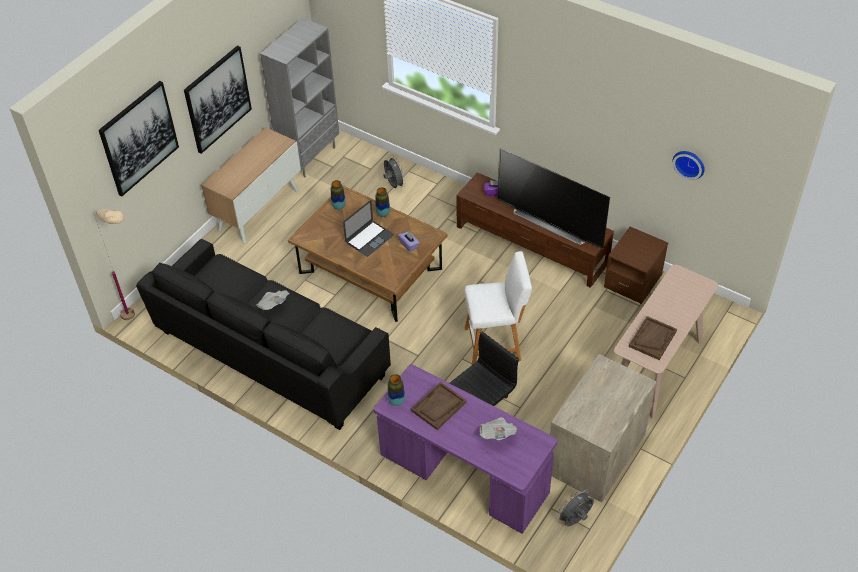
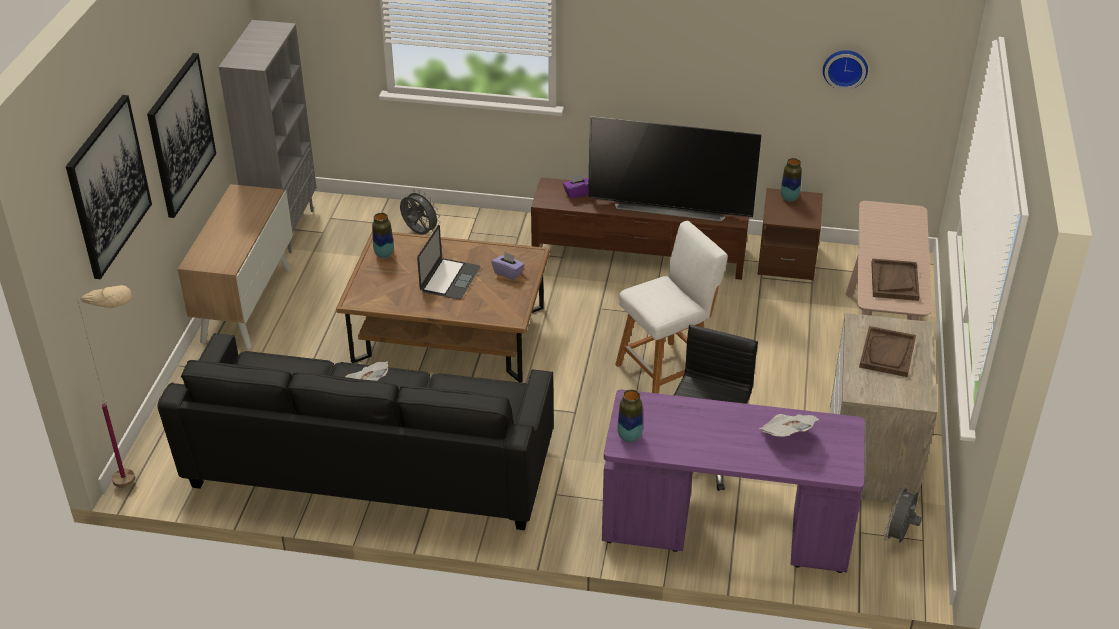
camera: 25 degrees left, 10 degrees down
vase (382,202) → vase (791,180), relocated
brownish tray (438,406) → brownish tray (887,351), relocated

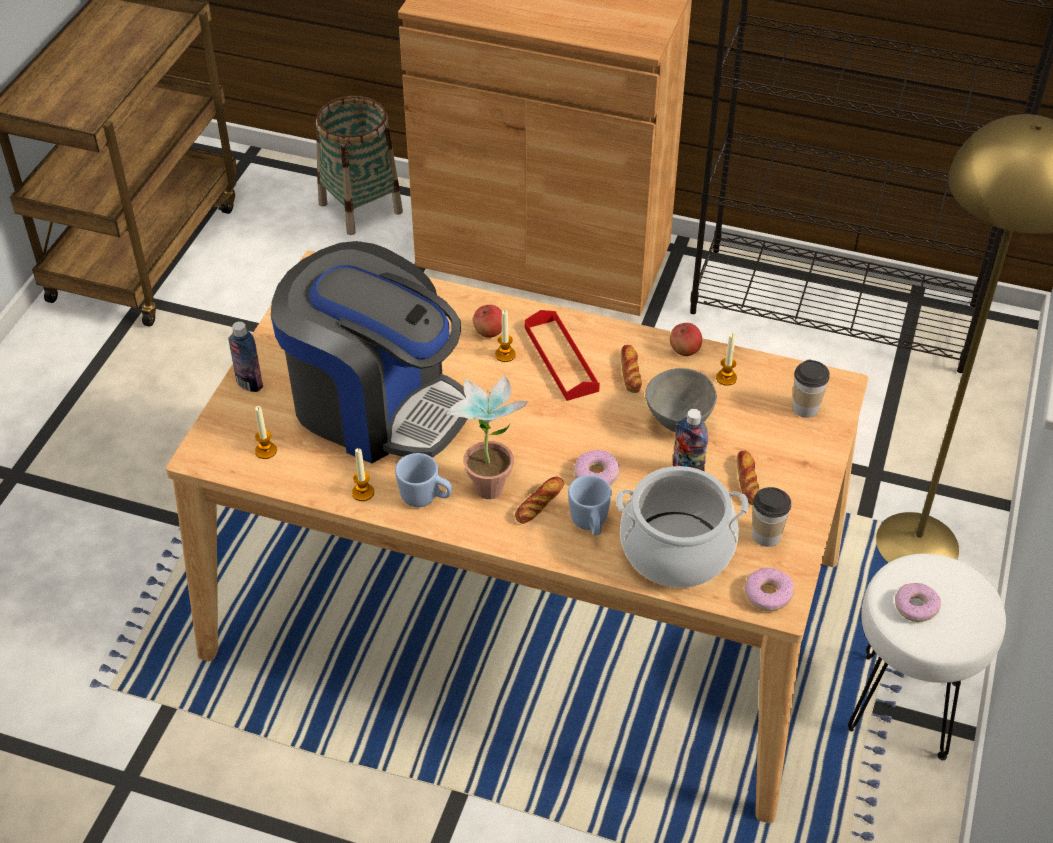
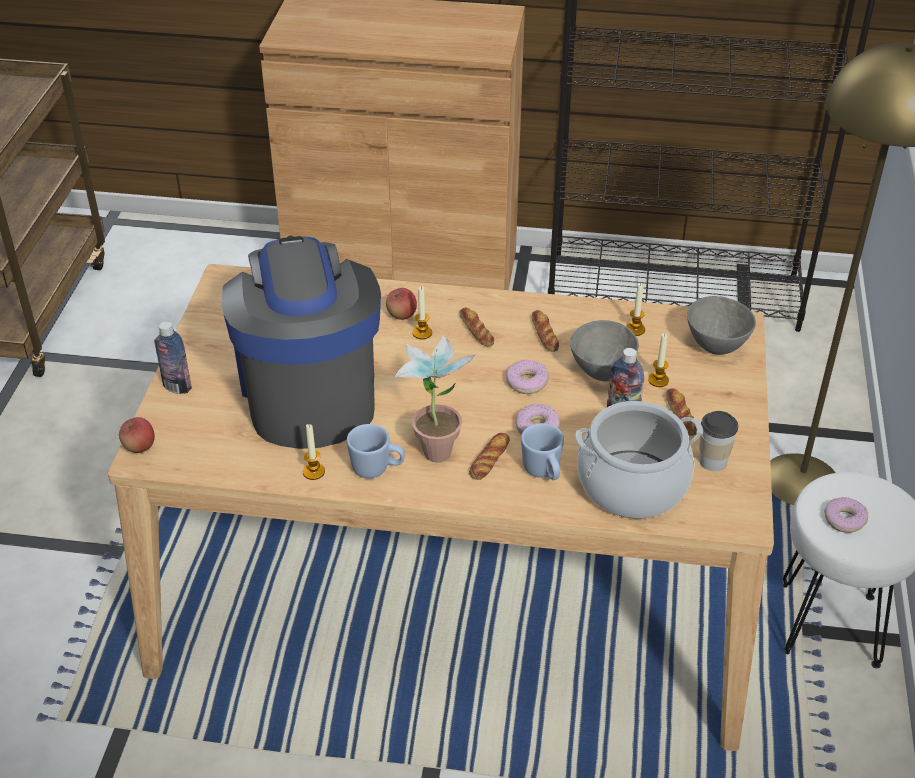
camera: 10 degrees left, 5 degrees down
household basket (359,165) → -
coffee machine (369,352) → coffee machine (301,342), 120 degrees counterclockwise
red-coloured tray (562,355) → bread (476,327)
apple (686,339) → apple (137,435), relocated
drinking cup (811,389) → grey deep dish (721,325)
candle (266,432) → candle (658,360), relocated
donut (769,589) → donut (527,377), relocated

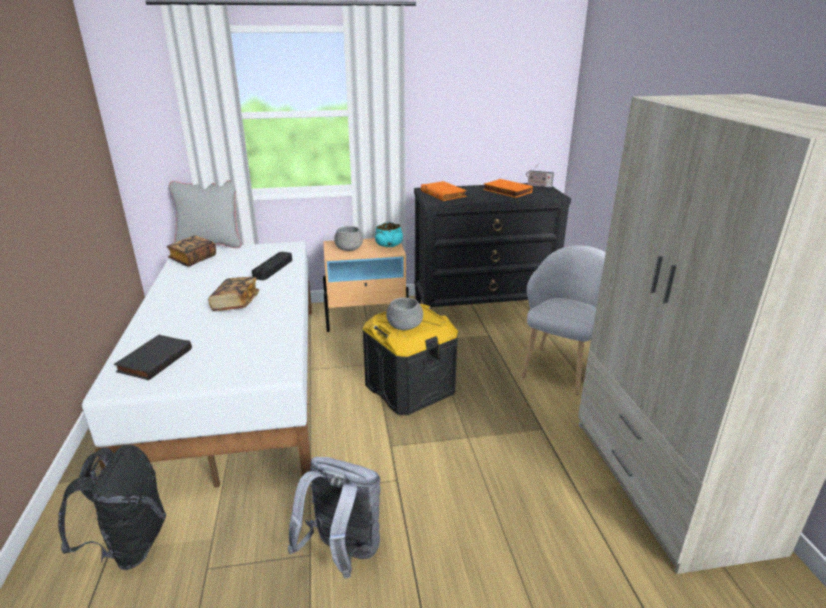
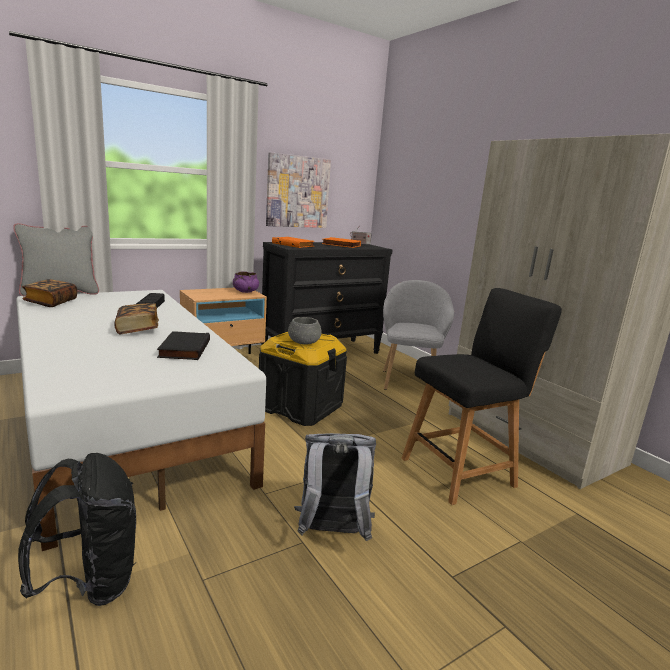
camera: 25 degrees left, 10 degrees down
turquoise deep dish (389,234) → purple-coloured deep dish (246,282)
grey deep dish (348,238) → -
black bound book (153,357) → black bound book (183,345), relocated
- → wall art (298,190)
- → black upright chair (482,396)

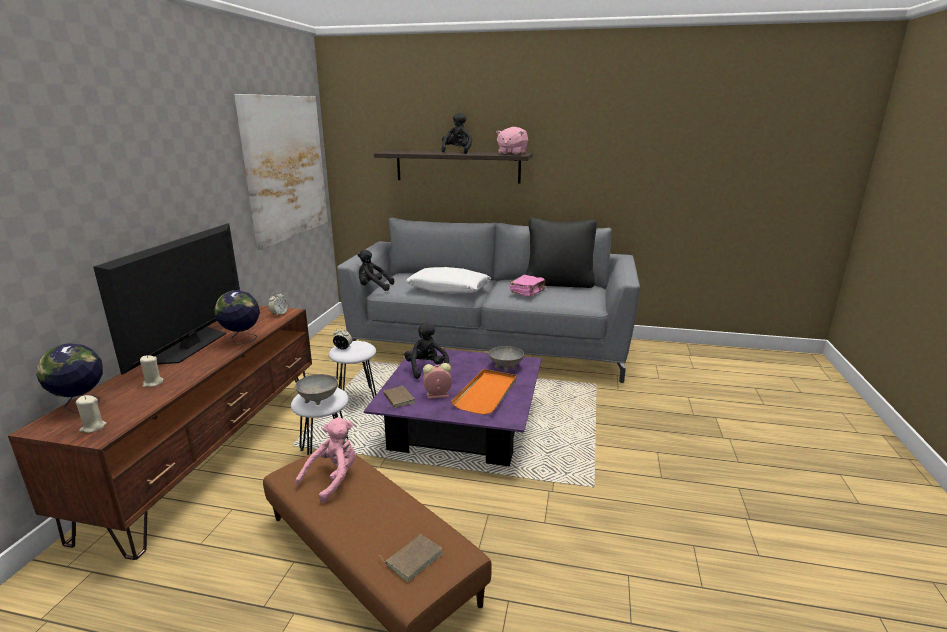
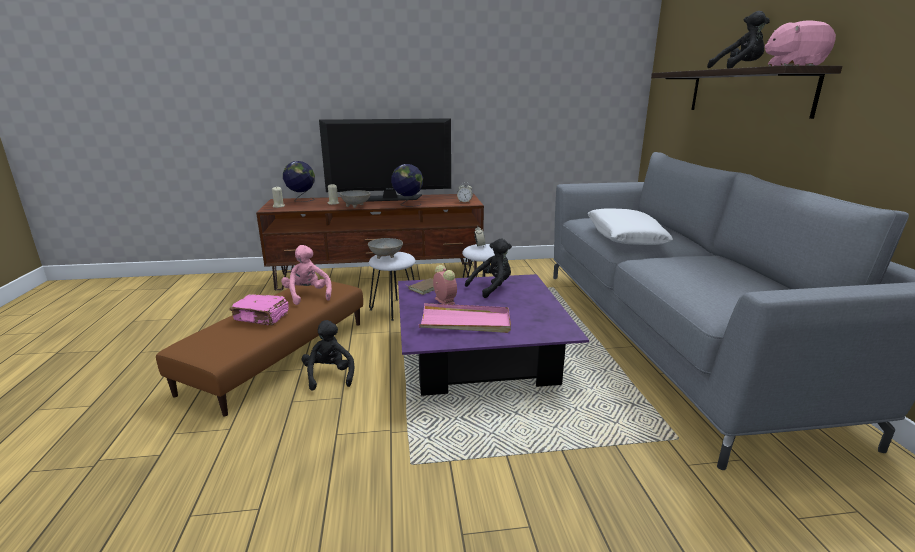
camera: 70 degrees right, 0 degrees up
wall art (281,172) → -
black pillow (561,253) → -
black cuddly toy (376,270) → black cuddly toy (328,355), relocated
pinkish bound book (527,286) → pinkish bound book (259,310), relocated
grey deep dish (506,359) → grey deep dish (355,199), relocated
orange-coloured tray (484,392) → pinkish tray (465,318)
pinkish cuddly toy (325,460) → pinkish cuddly toy (306,275), 135 degrees counterclockwise
brownish bound book (410,558) → -

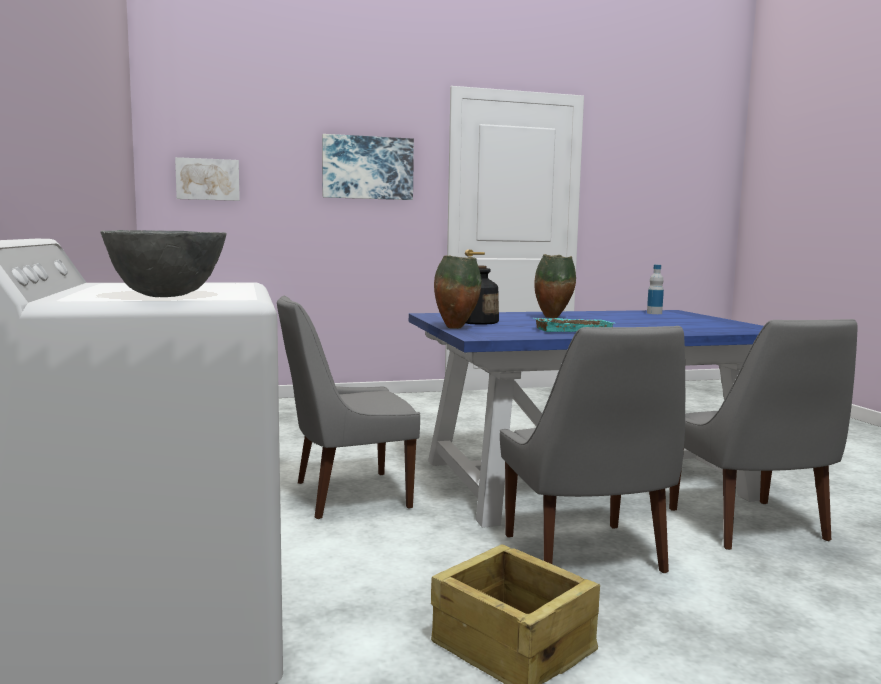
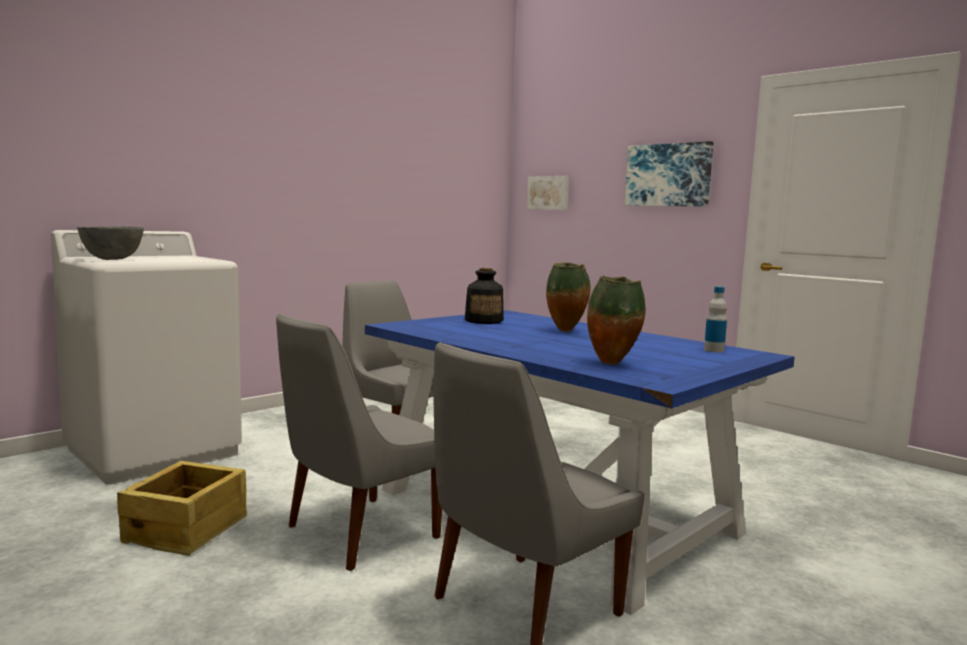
camera: 60 degrees right, 0 degrees up
vase (457,292) → vase (616,320), relocated
turquoise tray (574,325) → -

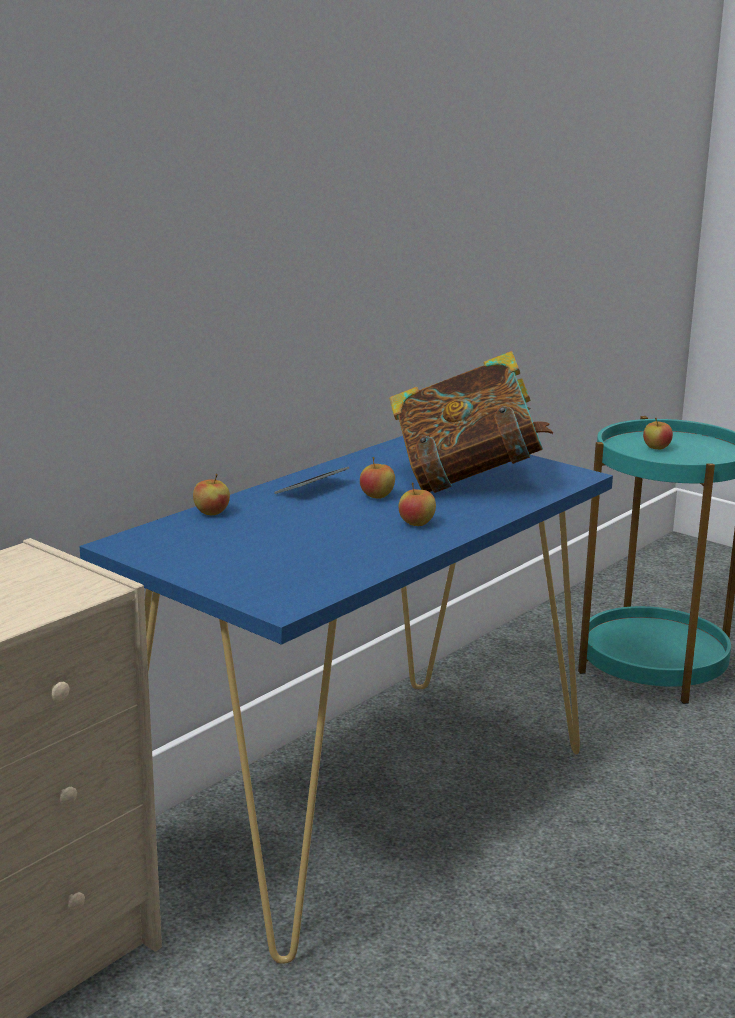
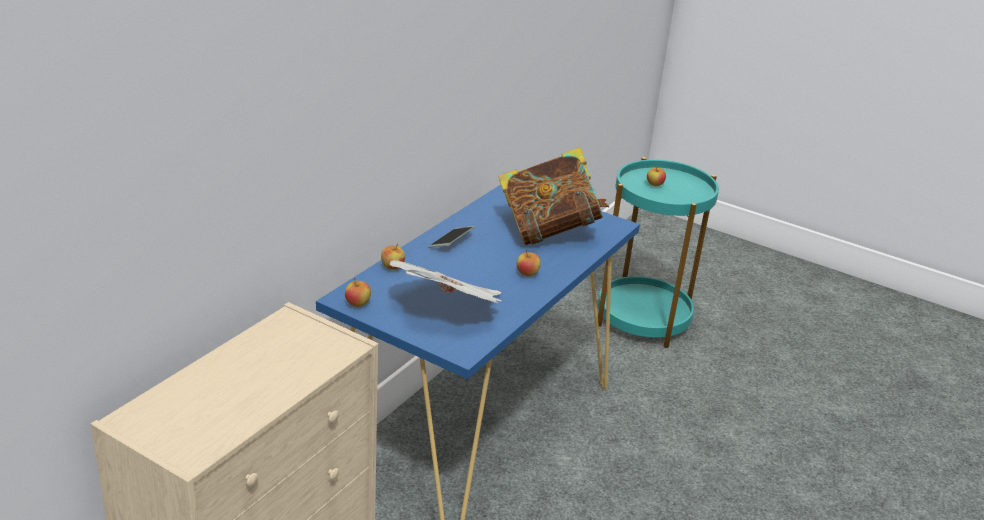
camera: 10 degrees left, 10 degrees up
apple (377,477) → apple (358,292), relocated
- → newspaper (445,281)

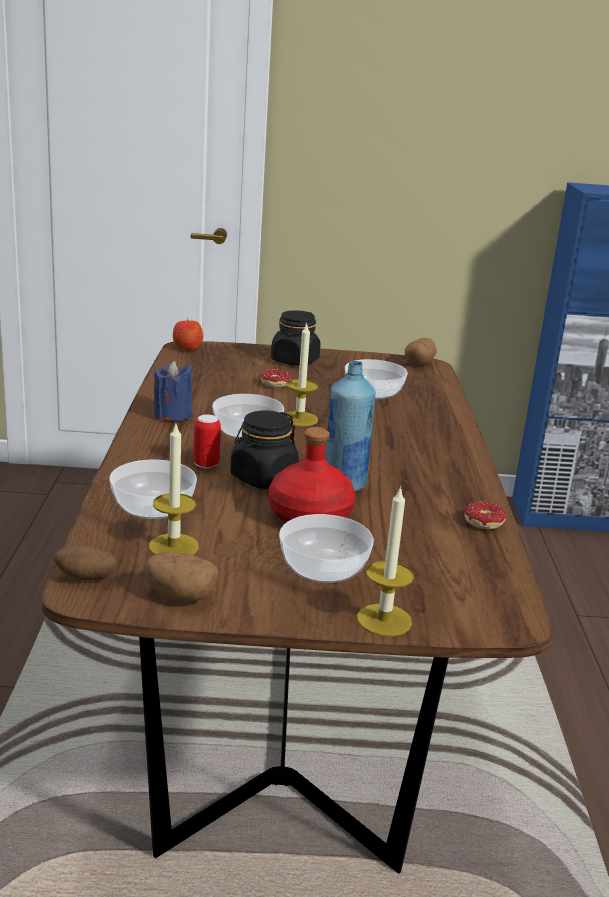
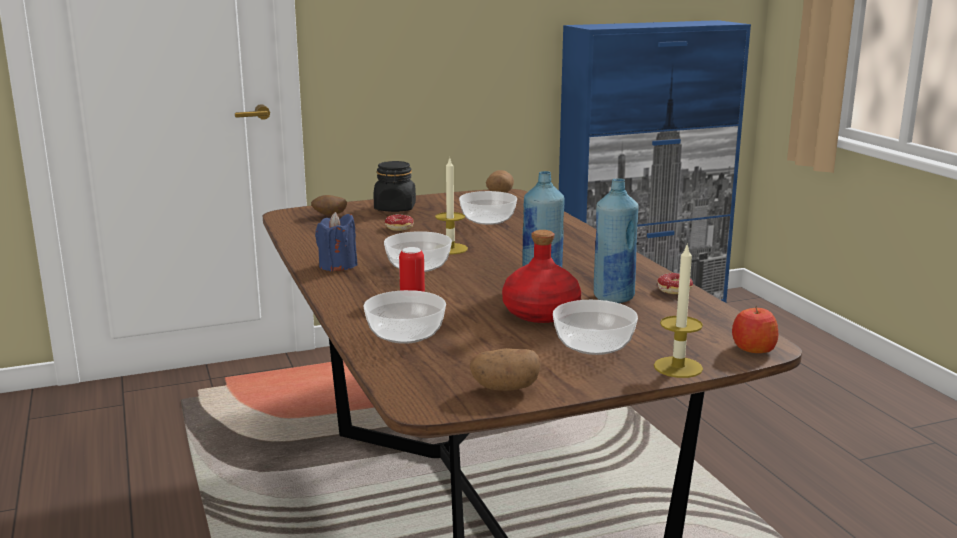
camera: 20 degrees left, 5 degrees down
apple (188,334) → apple (755,329), relocated
black storage jar (264,449) → -
candle (174,488) → -
whole potato (85,562) → whole potato (329,205), relocated
- → blue drink bottle (616,241)

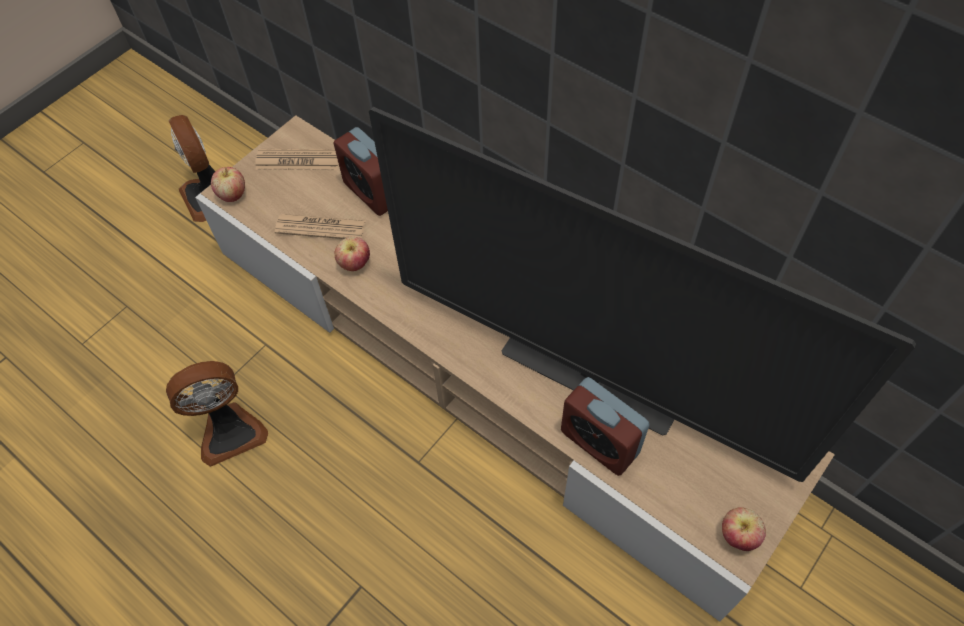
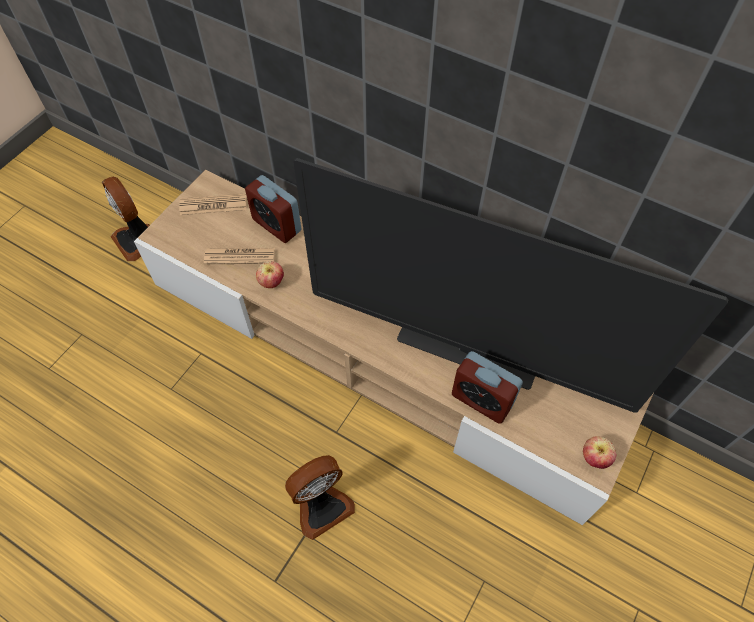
camera: 10 degrees left, 0 degrees up
apple (228,184) → -
cooling fan (217,414) → cooling fan (320,497), relocated

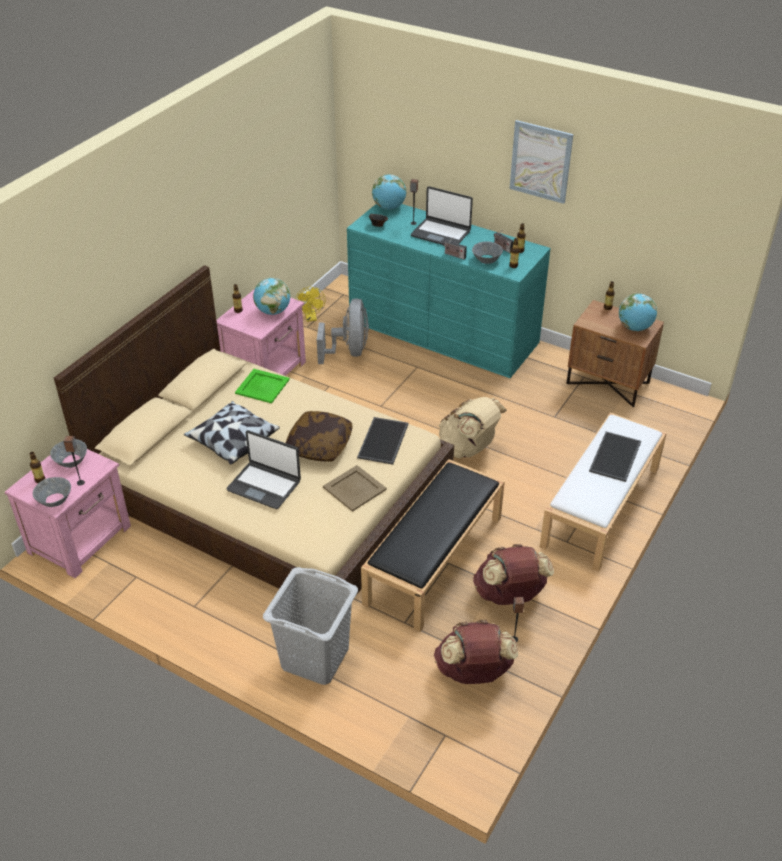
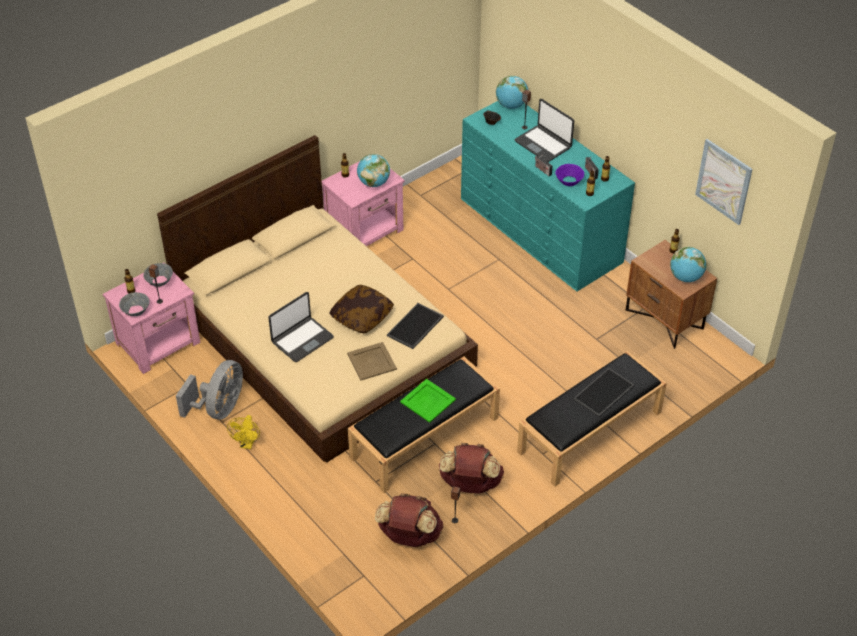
camera: 20 degrees right, 5 degrees up
wall art (541,162) → wall art (723,182), relocated
grey deep dish (487,253) → purple-coloured deep dish (569,175)
yellow-coloured cooling fan (310,304) → yellow-coloured cooling fan (243,432), relocated
grey cooling fan (343,331) → grey cooling fan (209,390), relocated
green-coloured tray (262,386) → green-coloured tray (428,401), relocated
beige-coloured rucksack (472,427) → -
pillow (232,433) → -
whitish indoor bench (603,492) → black indoor bench (592,418)
notebook computer (264,469) → notebook computer (301,327), 90 degrees counterclockwise
grey hamper (310,626) → -

